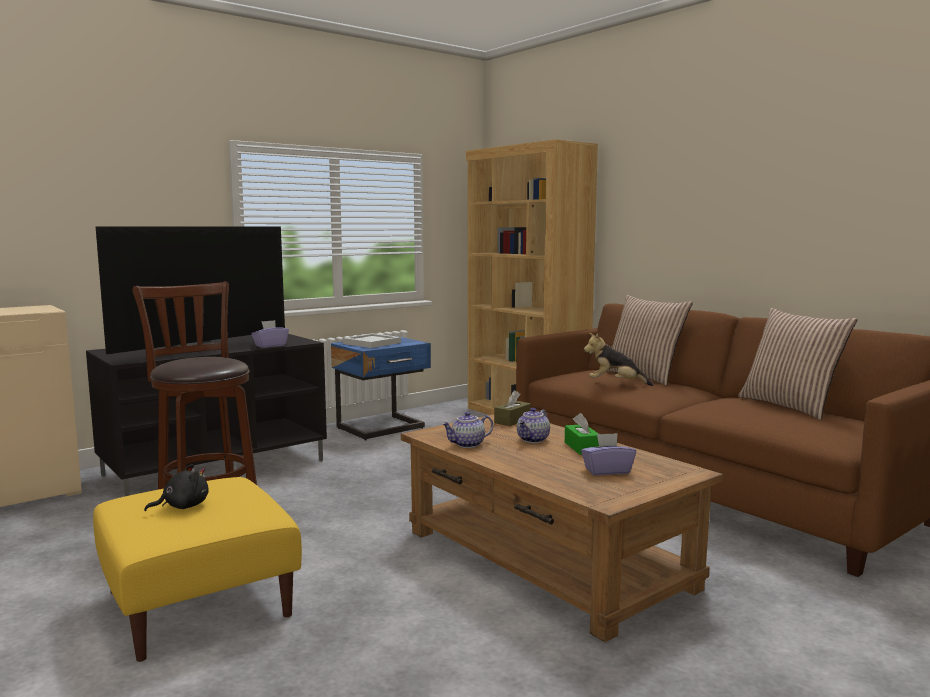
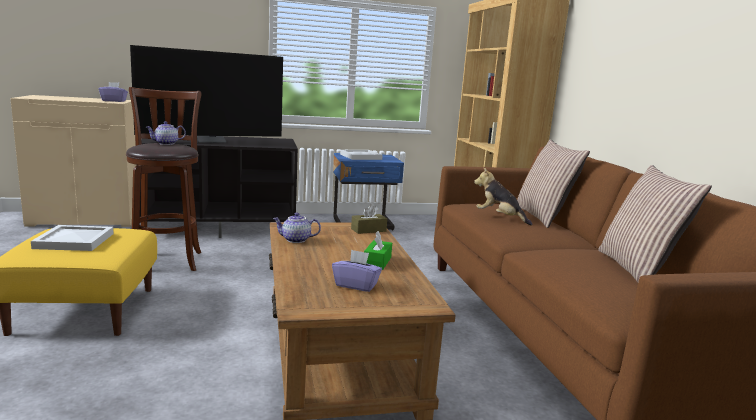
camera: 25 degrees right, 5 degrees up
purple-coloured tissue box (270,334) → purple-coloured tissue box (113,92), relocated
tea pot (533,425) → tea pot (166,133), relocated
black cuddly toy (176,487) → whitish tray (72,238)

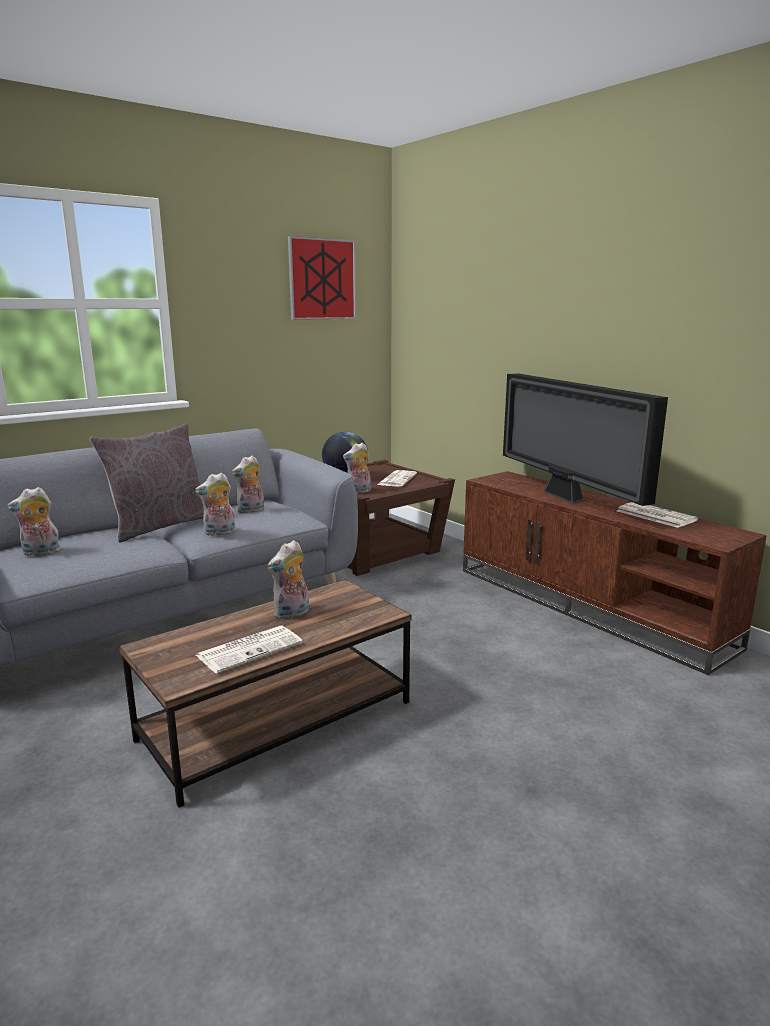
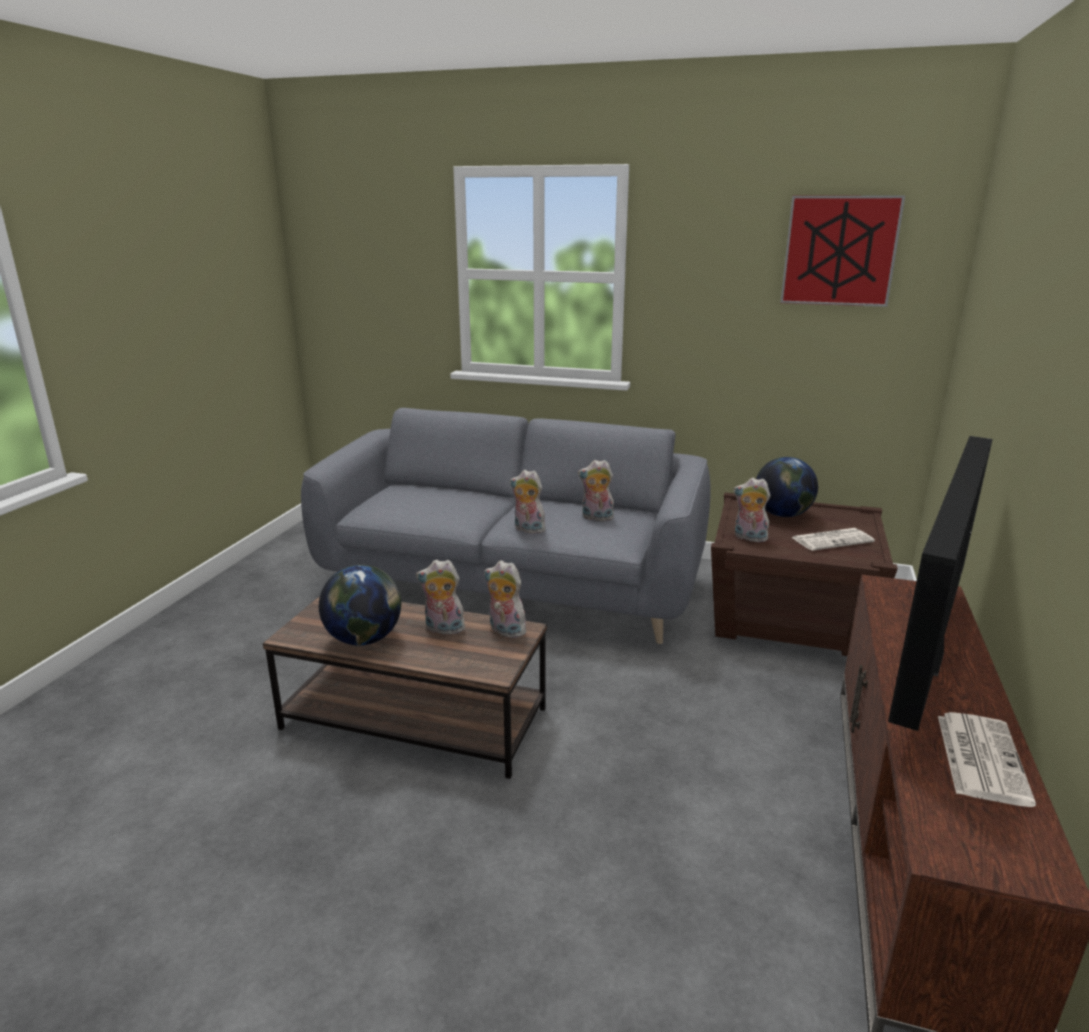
camera: 55 degrees right, 5 degrees up
grey pillow (147,482) → -
cuddly toy (35,521) → cuddly toy (505,599), relocated
newspaper (249,649) → desk globe (360,605)

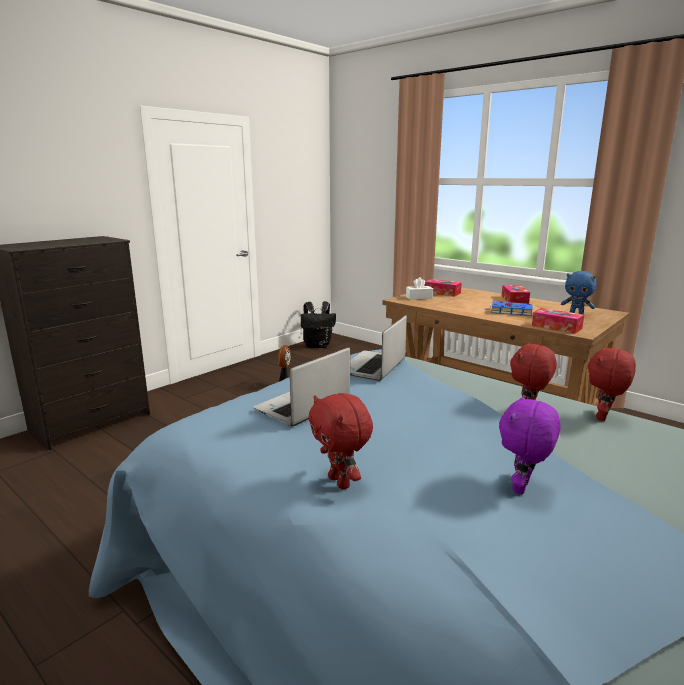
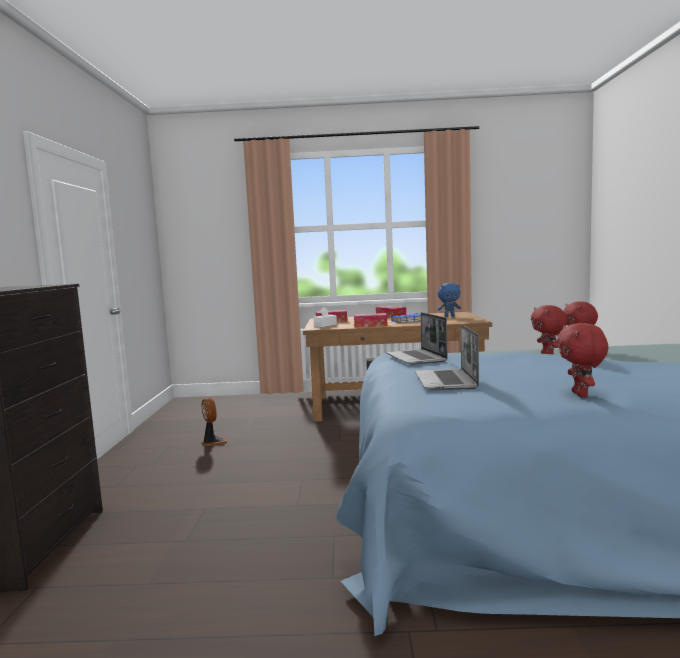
camera: 40 degrees left, 10 degrees down
black rucksack (318,324) → -
tissue box (558,321) → tissue box (370,320), relocated
red-coloured cuddly toy (340,441) → red-coloured cuddly toy (582,360), 75 degrees clockwise
purple-coloured cuddly toy (530,445) → -

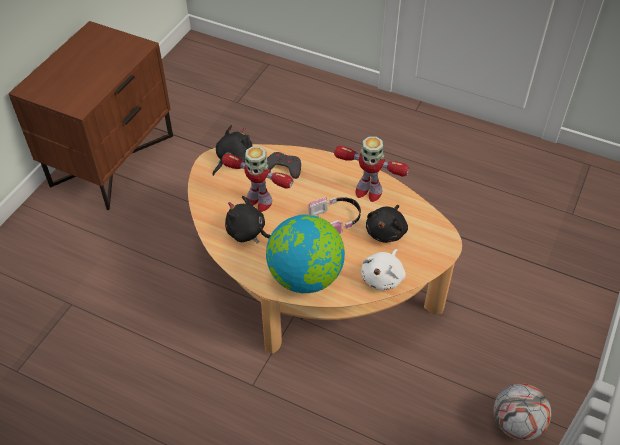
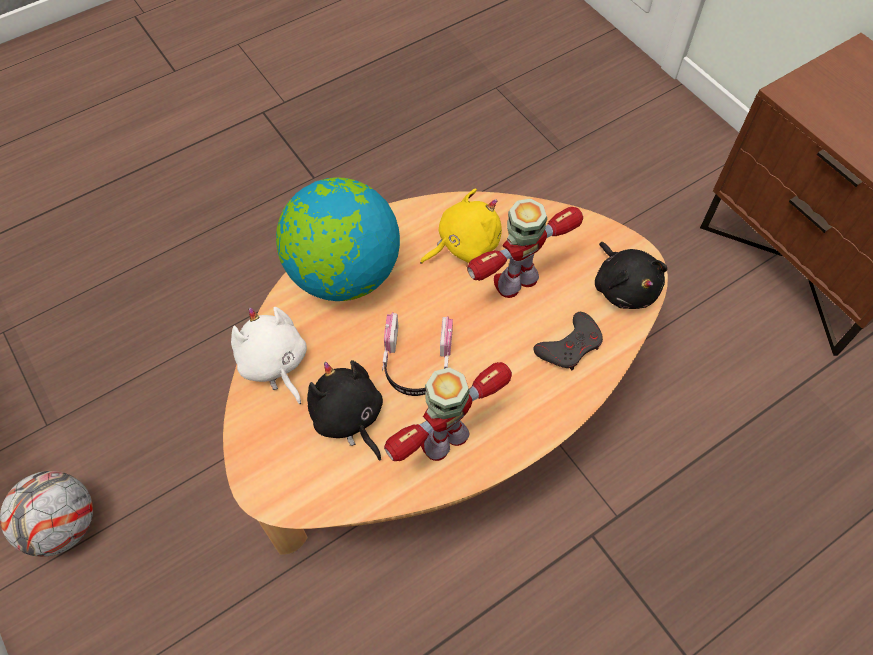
camera: 120 degrees right, 10 degrees up
black cuddly toy (248,219) → yellow-coloured cuddly toy (461,226)

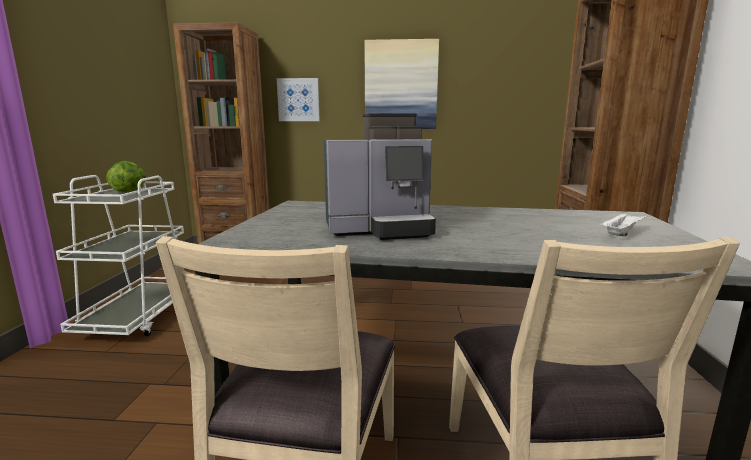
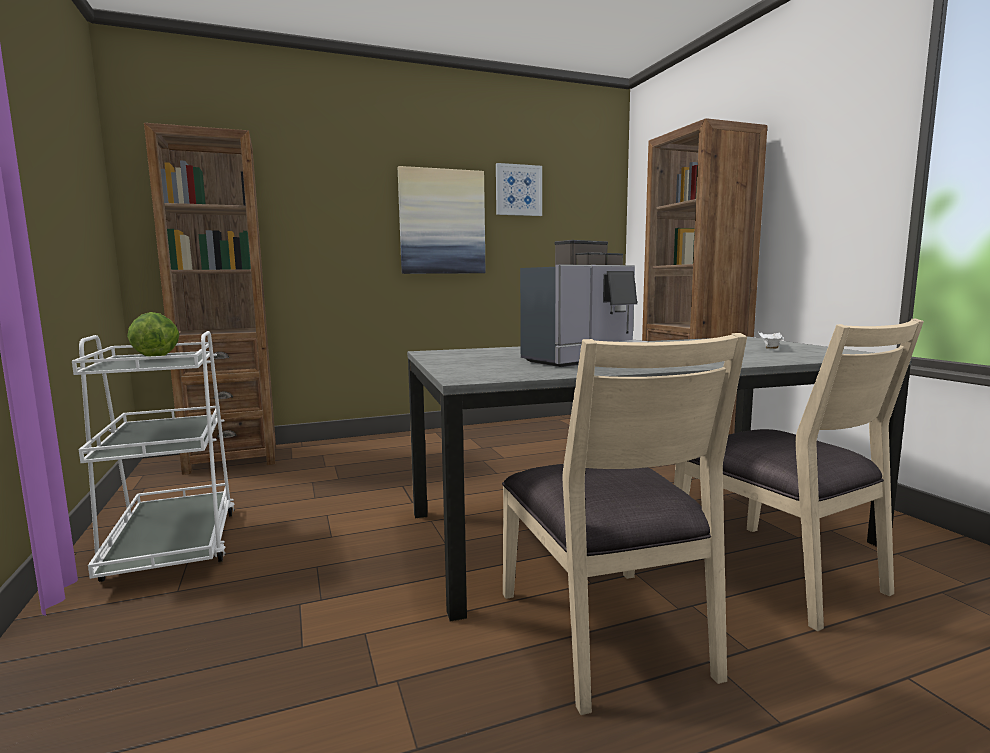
camera: 25 degrees left, 5 degrees down
wall art (298,99) → wall art (519,189), relocated

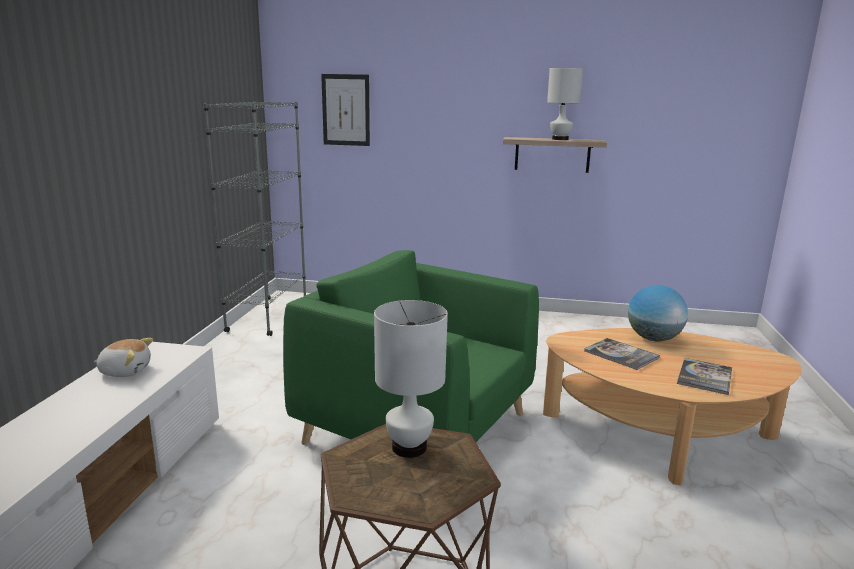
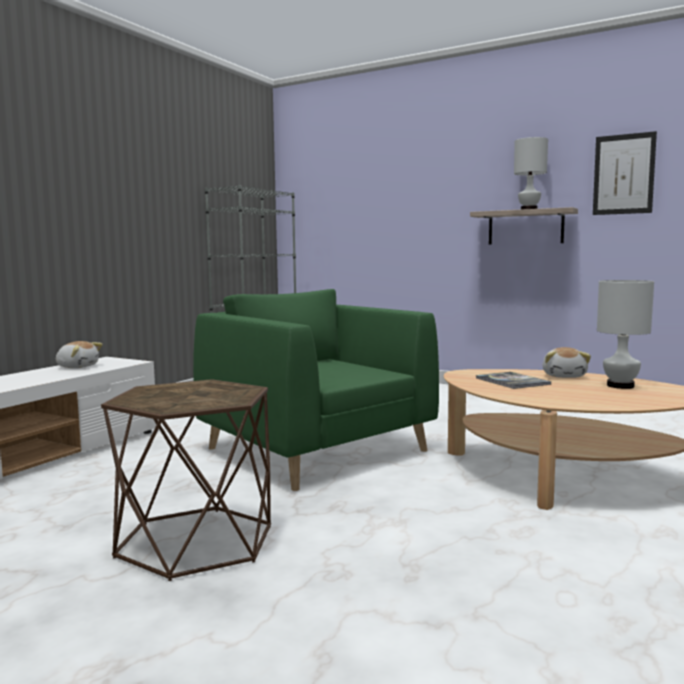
camera: 20 degrees right, 10 degrees down
wall art (345,110) → wall art (625,173), relocated
desk globe (658,313) → cuddly toy (567,362)
whitish tabletop lamp (411,379) → whitish tabletop lamp (625,334), relocated
bound book (704,376) → -

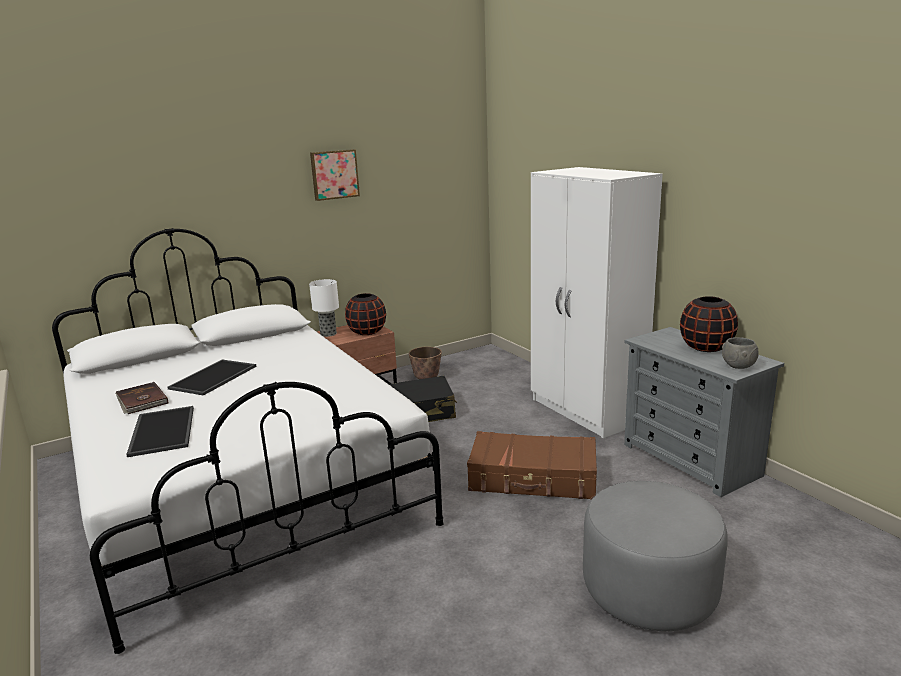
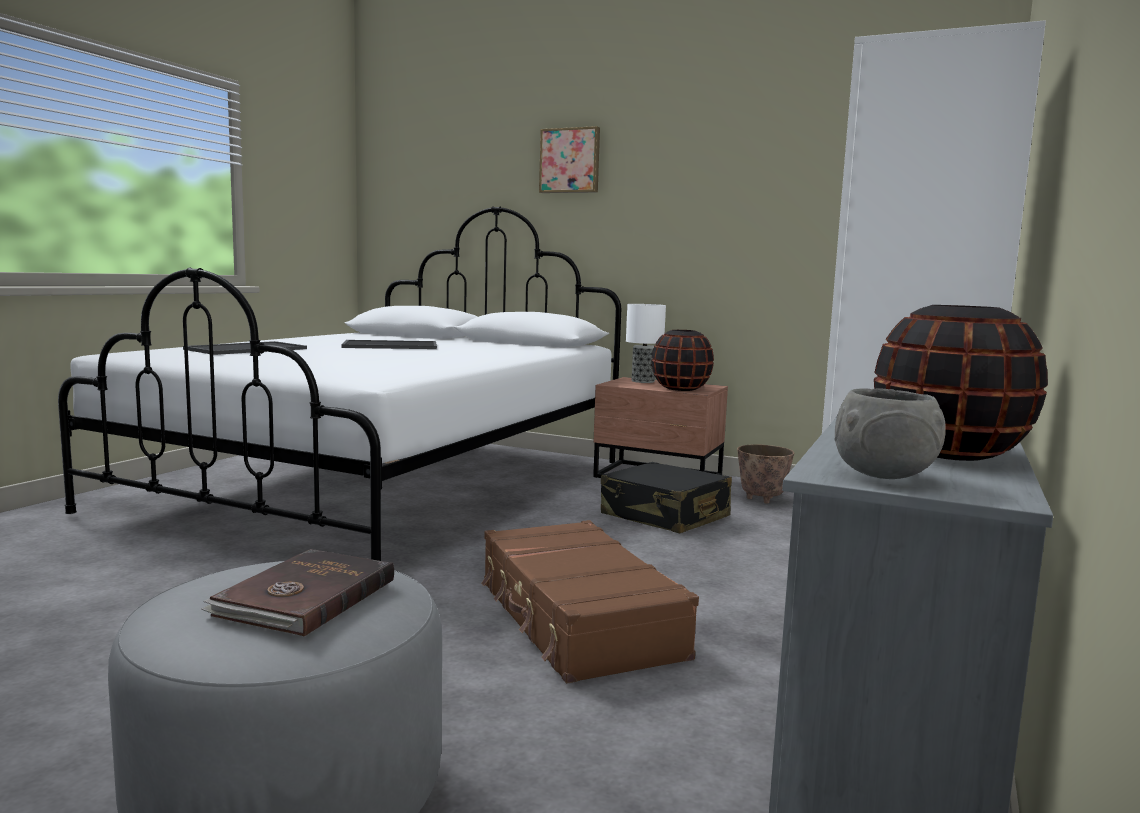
camera: 55 degrees right, 10 degrees down
wall art (335,175) → wall art (569,159), relocated
brownish bound book (142,398) → brownish bound book (297,592), relocated

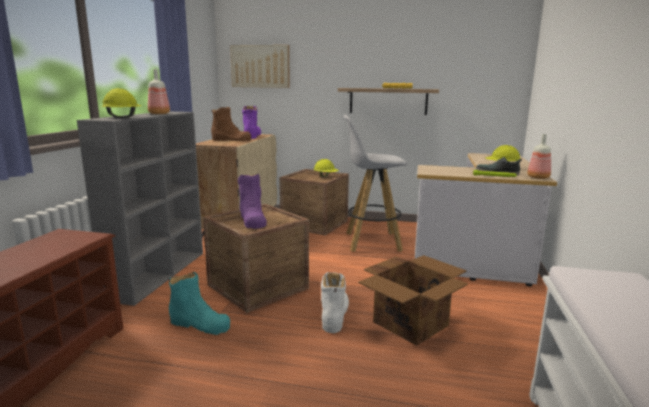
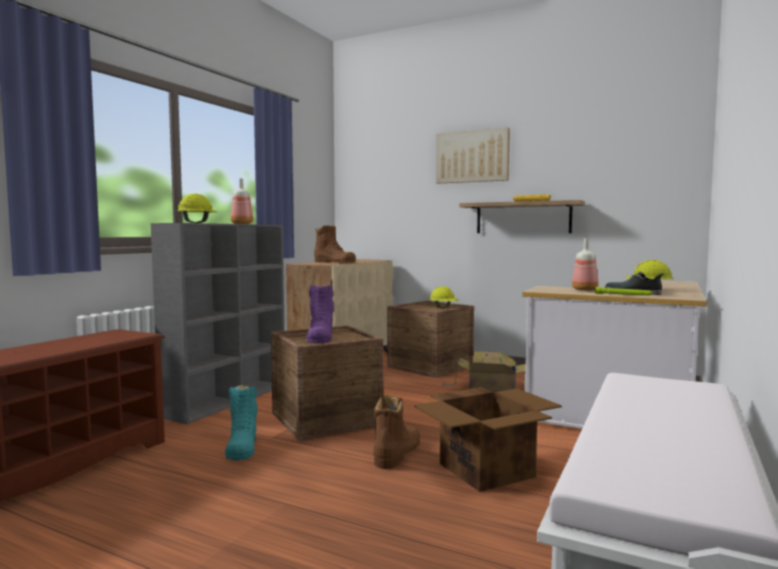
camera: 15 degrees right, 10 degrees down
wall art (260,66) → wall art (473,156), relocated
purple-coloured tall boot (251,122) → -
whitish sitting stool (376,183) → cardboard box (483,371)
drink bottle (539,156) → drink bottle (585,264), relocated
turquoise tall boot (199,303) → turquoise tall boot (241,422), 45 degrees clockwise
whitish tall boot (335,302) → brownish tall boot (396,432)

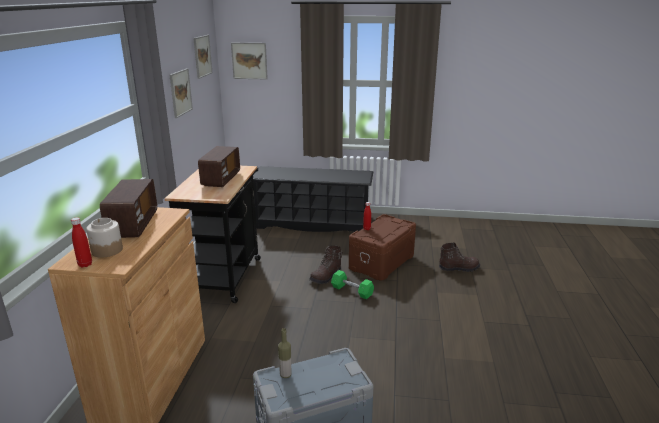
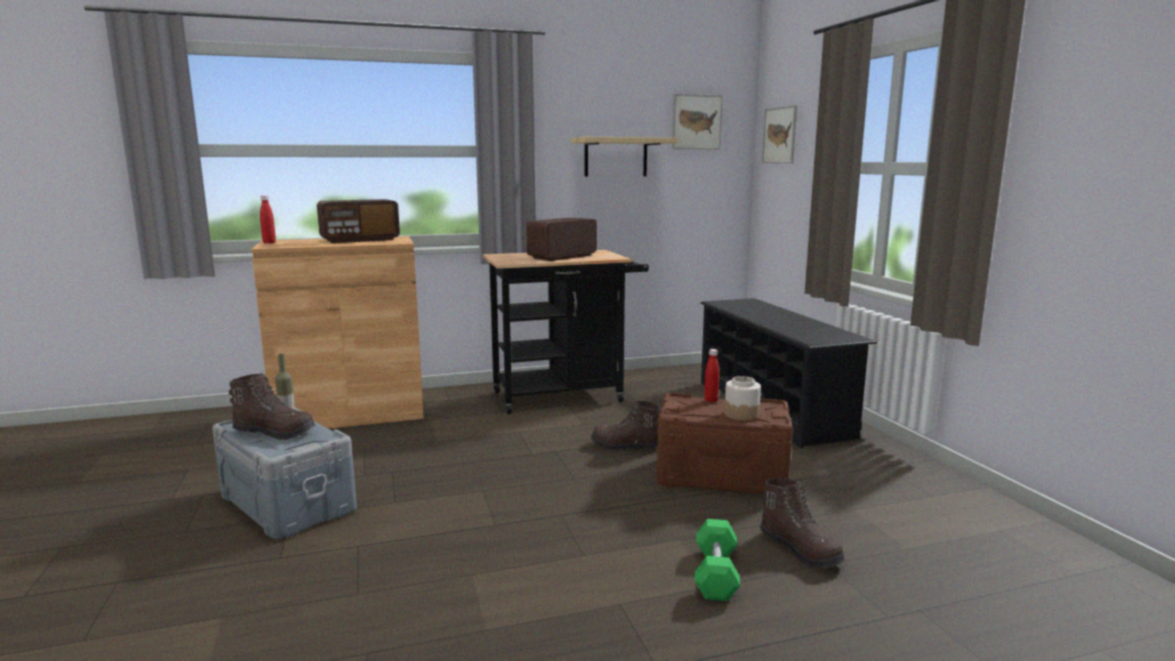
camera: 65 degrees right, 10 degrees down
wall art (181,93) → wall shelf (624,157)
radio (219,166) → radio (561,239), 150 degrees clockwise
storage jar (104,238) → storage jar (743,398), relocated
green-coloured free weight (352,285) → green-coloured free weight (717,560), relocated
- → brownish tall boot (272,406)

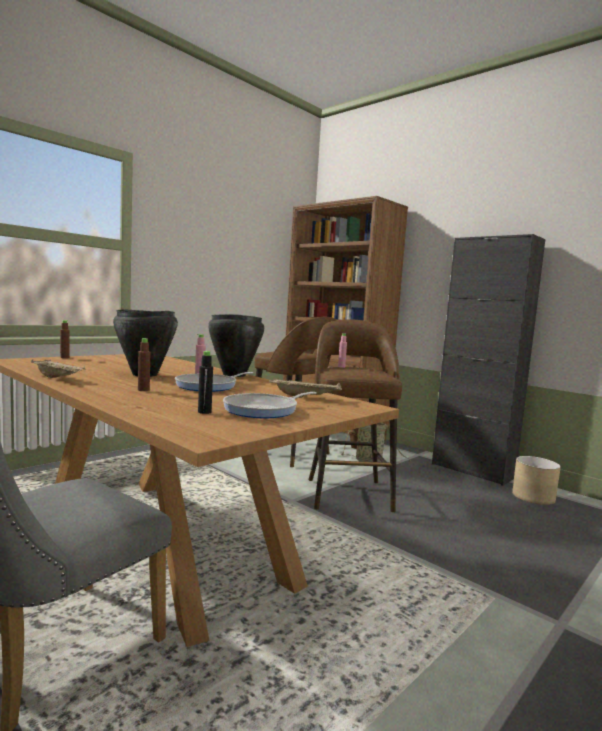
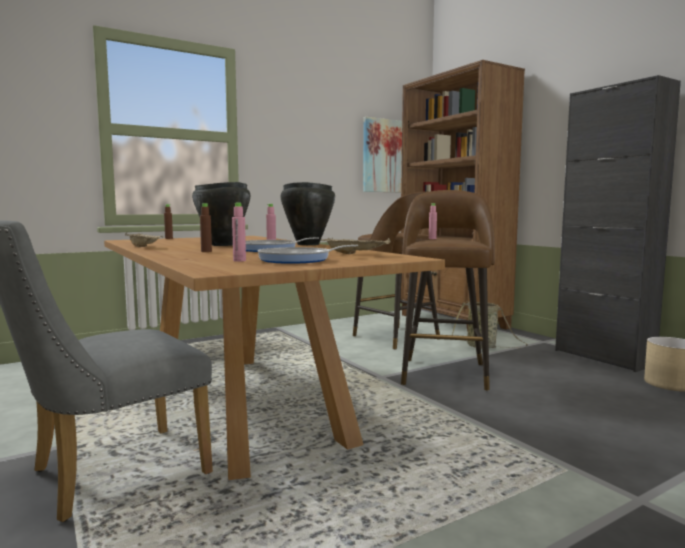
camera: 15 degrees right, 0 degrees up
black drink bottle (205,382) → pinkish drink bottle (239,232)
- → wall art (382,154)

